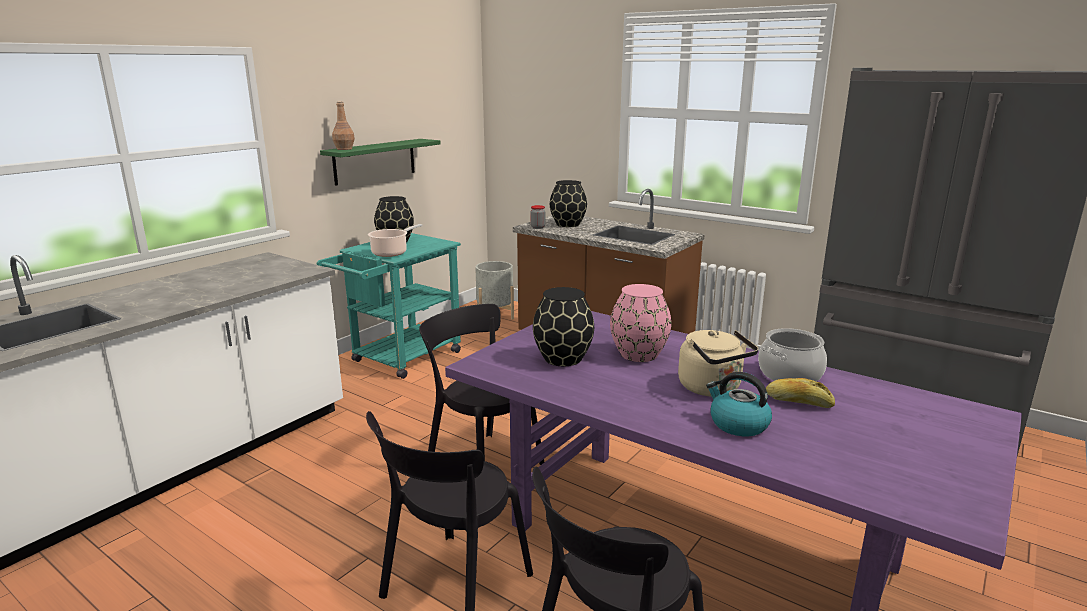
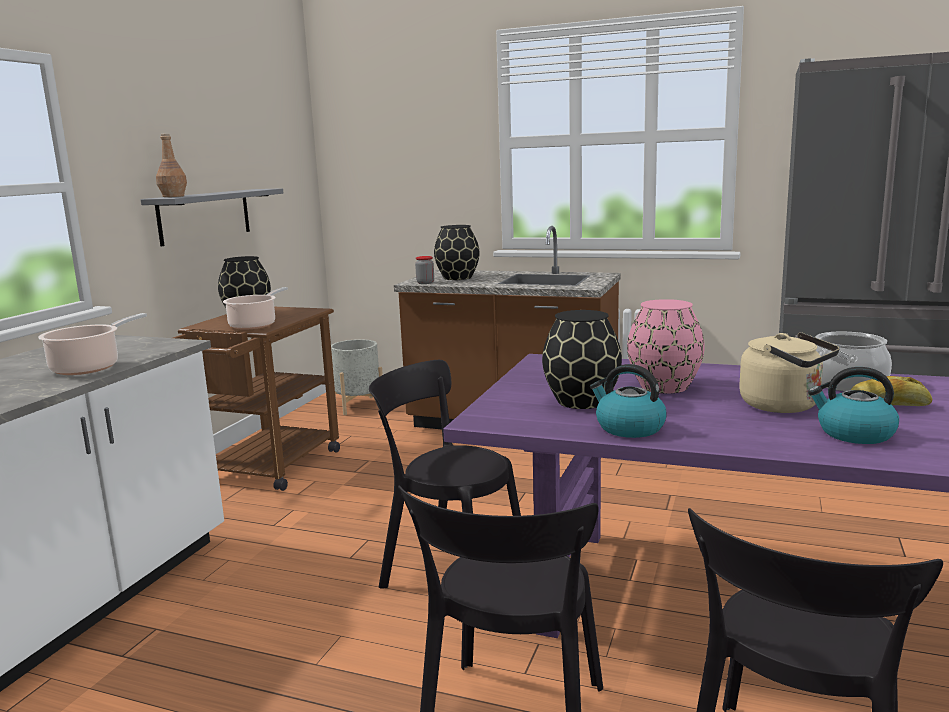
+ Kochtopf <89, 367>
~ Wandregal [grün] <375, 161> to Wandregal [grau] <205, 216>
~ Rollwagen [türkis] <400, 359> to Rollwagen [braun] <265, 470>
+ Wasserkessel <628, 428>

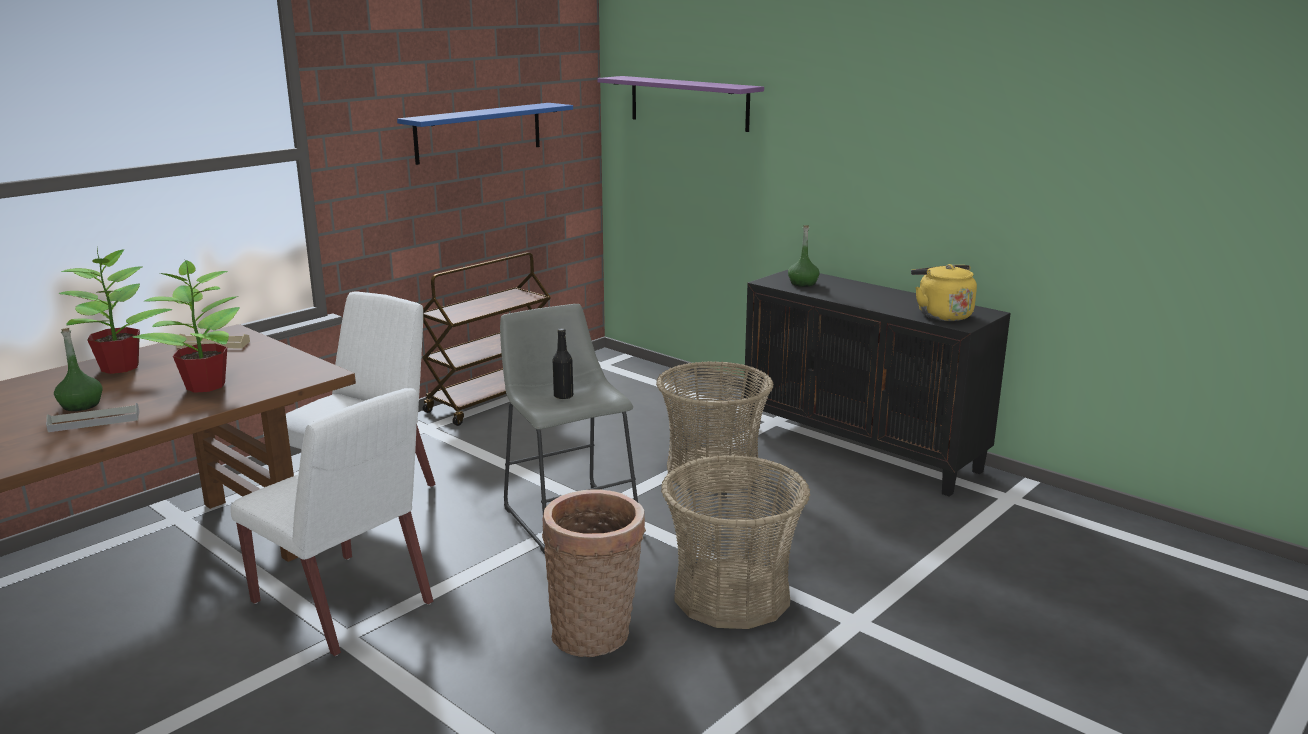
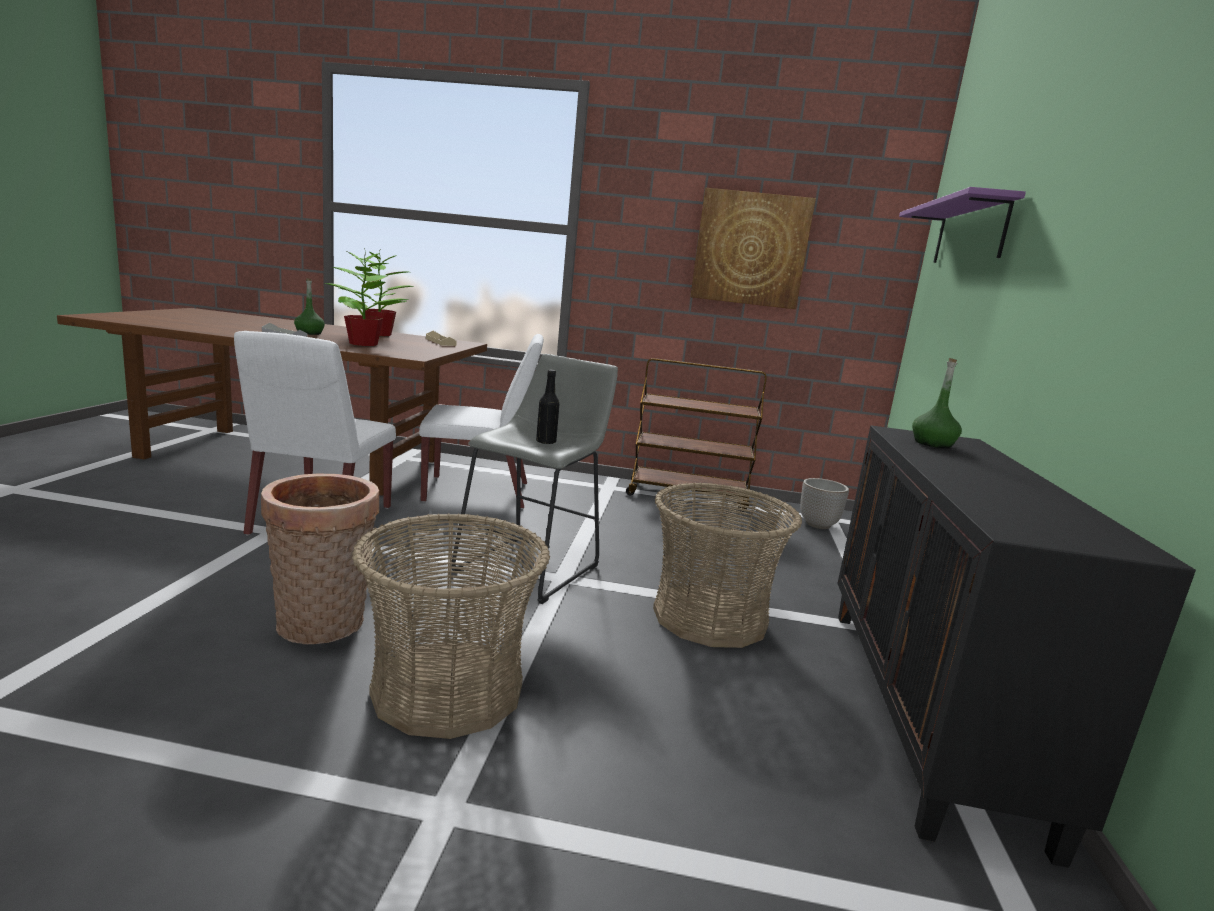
~ Wandregal [blau] <479, 132> to Bild <750, 249>
+ Pflanzkübel <818, 525>
- Wasserkessel [gelb] <941, 315>

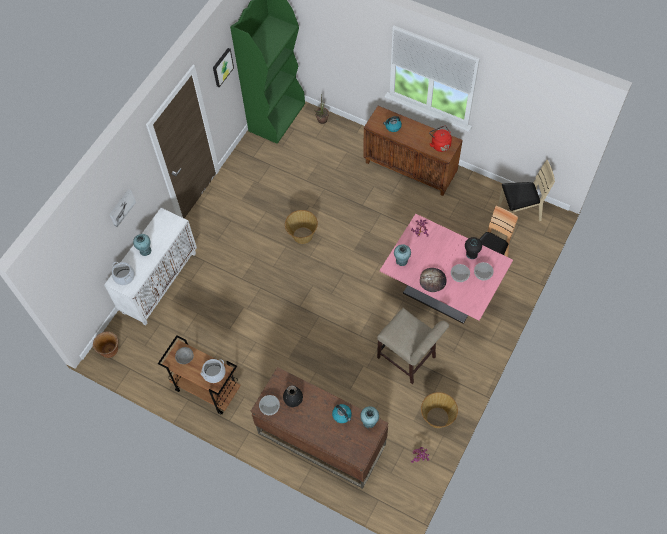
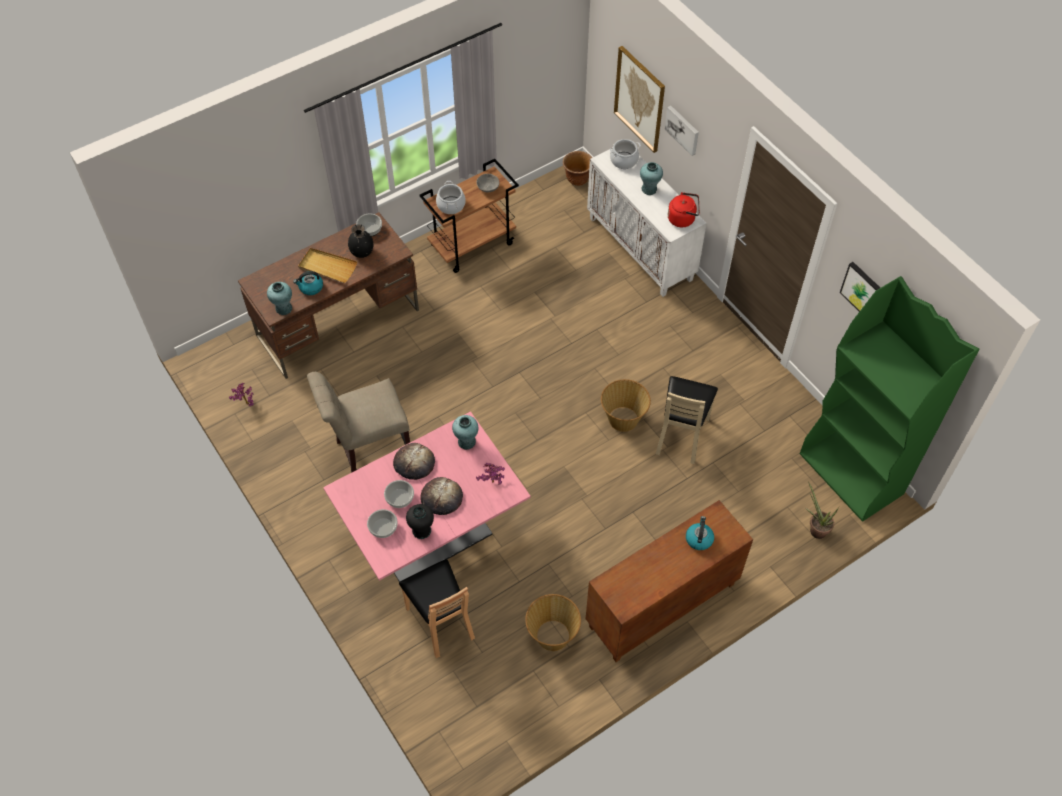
+ Tablett [beige] <327, 267>
+ Brot <441, 497>
~ Korb <437, 418> to <552, 635>
+ Bild <640, 99>
~ Stuhl [beige] <519, 213> to <681, 435>
~ Wasserkessel [rot] <440, 144> to <683, 219>

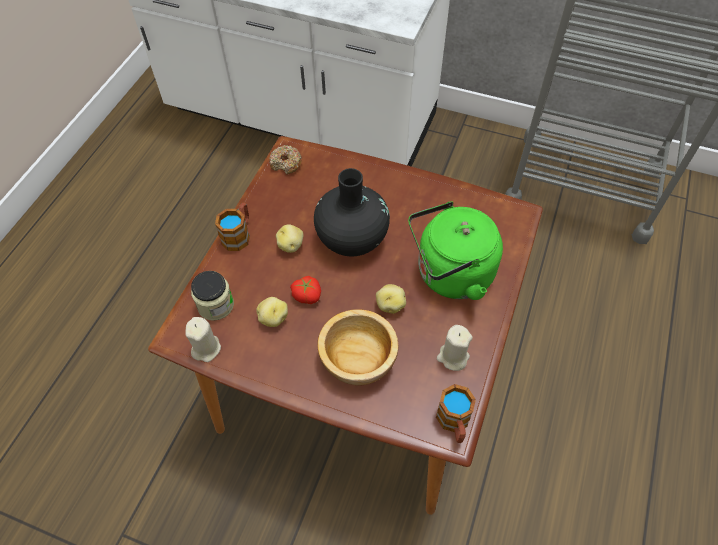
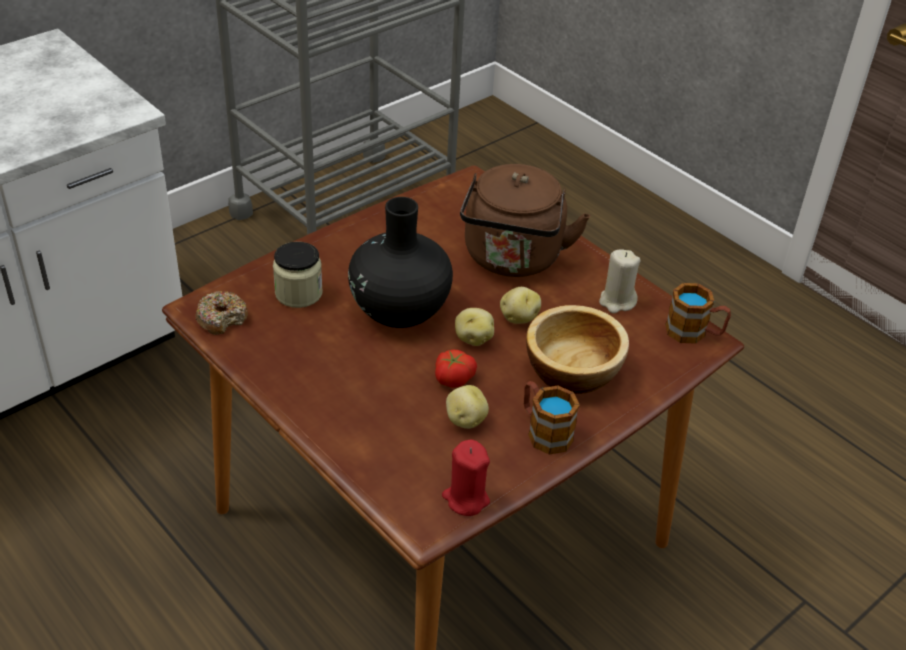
~ Vorratsglas <216, 305> to <298, 293>
~ Kerze [beige] <206, 348> to Kerze [rot] <466, 499>
~ Kartoffel <291, 245> to <473, 338>
~ Wasserkessel [grün] <450, 275> to Wasserkessel [braun] <512, 259>
~ Henkelbecher <239, 235> to <544, 431>

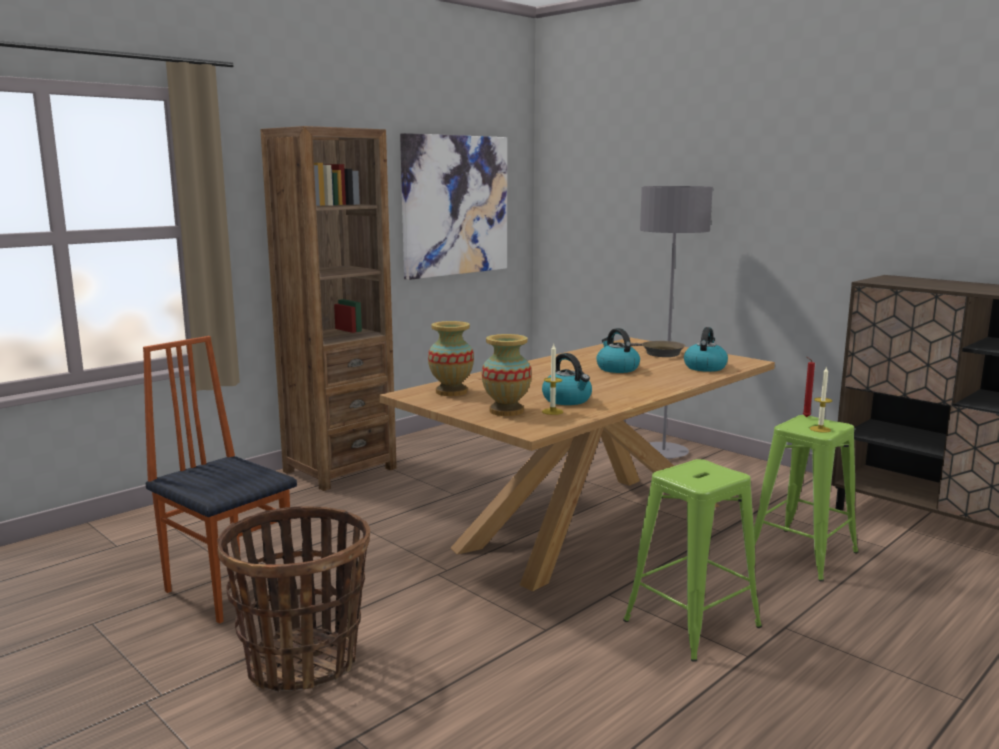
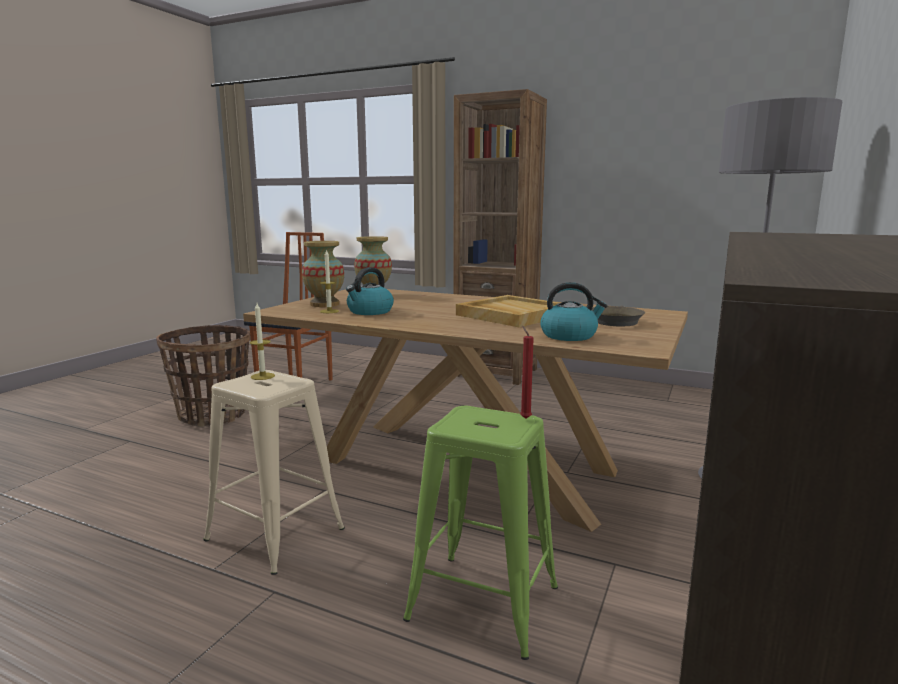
~ Hocker [grün] <693, 623> to Hocker [beige] <275, 534>
~ Kerze <820, 429> to <262, 376>
~ Wasserkessel <617, 368> to Tablett [beige] <511, 315>
- Bild <455, 205>

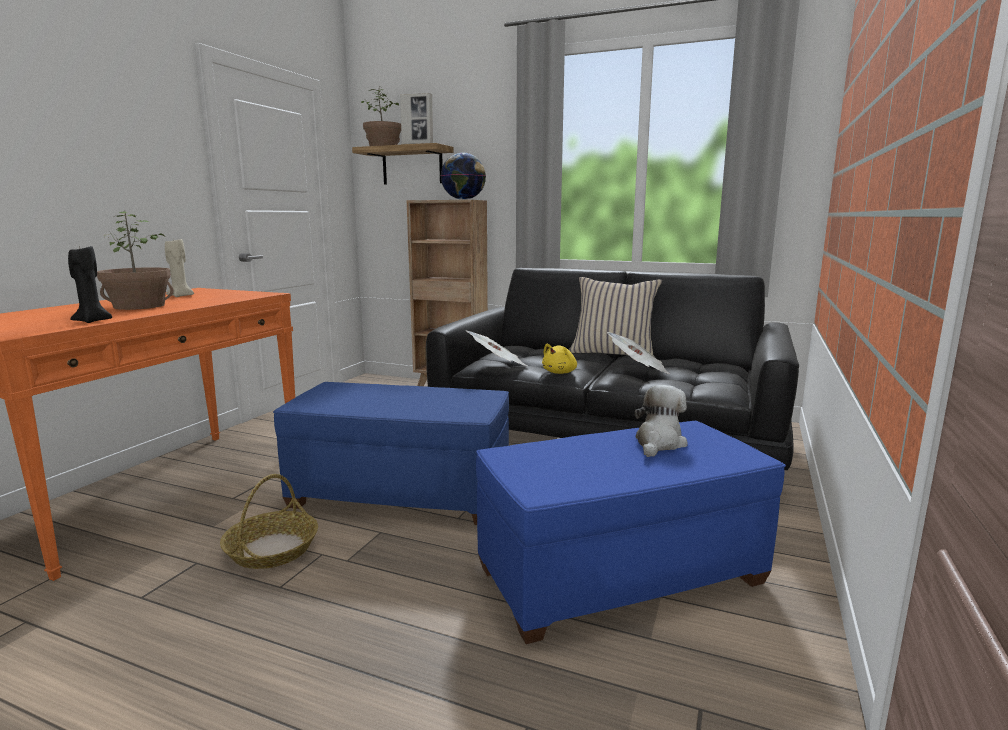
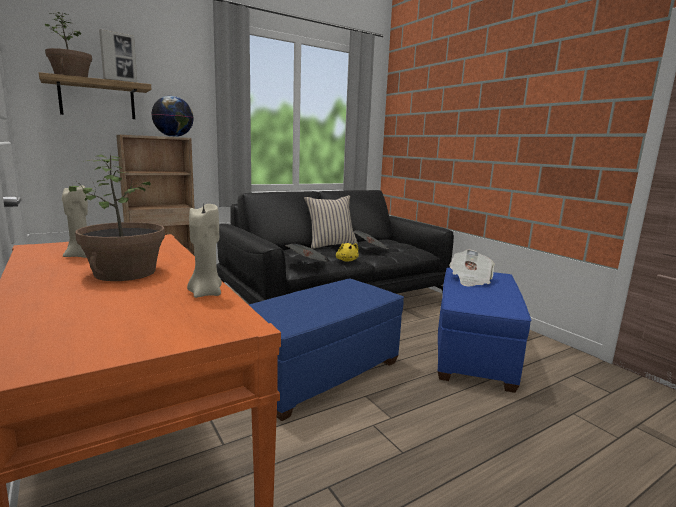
~ Kerze [schwarz] <92, 321> to Kerze [beige] <205, 293>
~ Plüschtier <658, 443> to Zeitung <470, 280>
- Korb <272, 549>

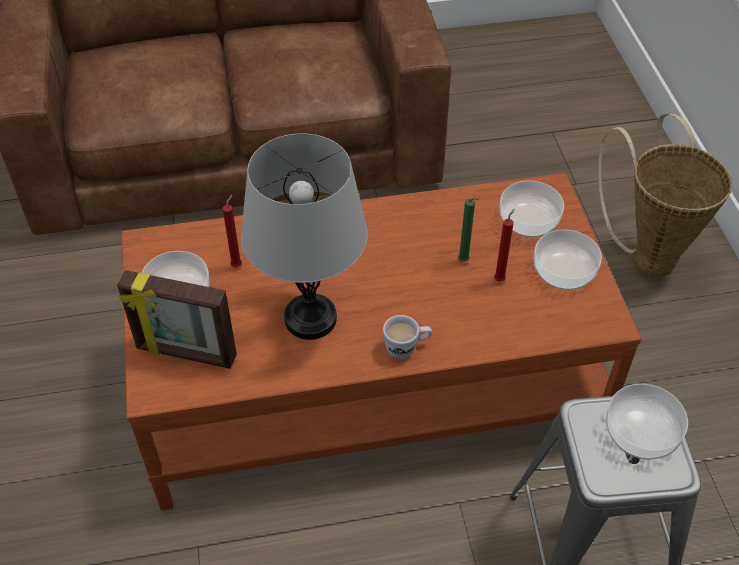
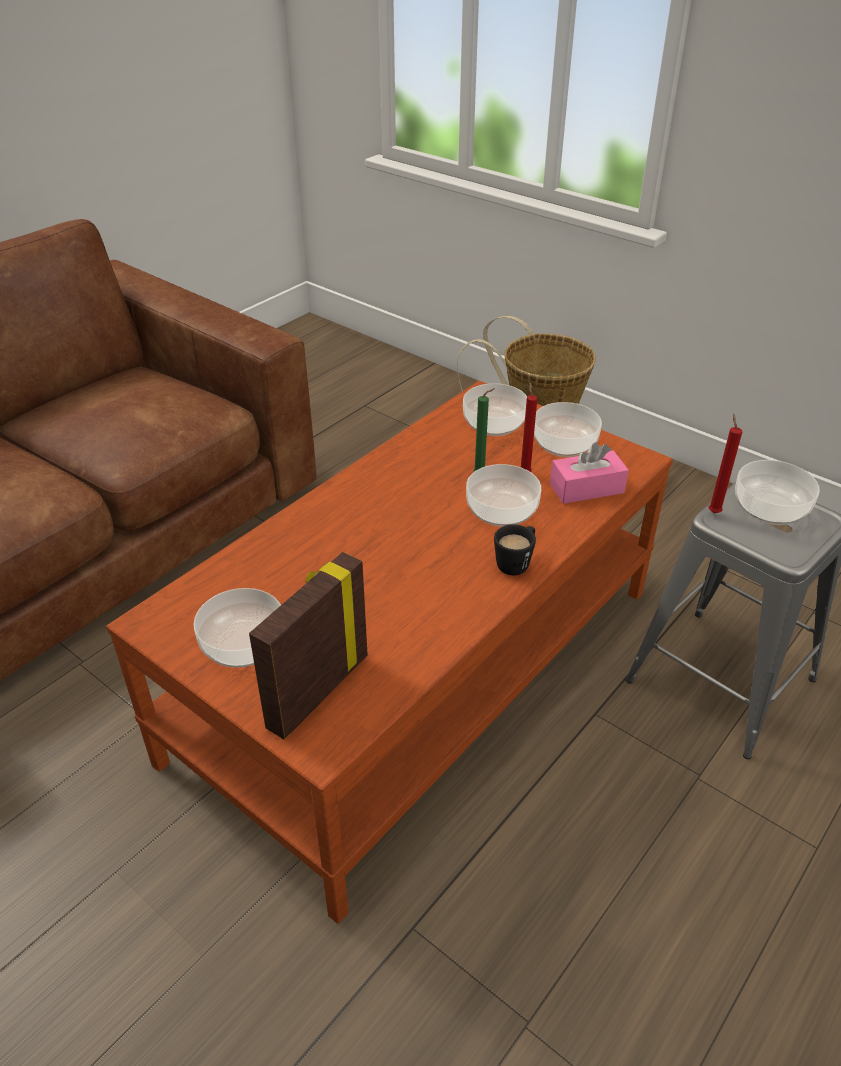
~ Bilderrahmen <186, 354> = <316, 691> 150 degrees clockwise
+ Schüssel <502, 510>
~ Henkelbecher [weiß] <407, 348> to Henkelbecher [schwarz] <516, 562>
+ Taschentuchbox [rosa] <586, 488>
~ Kerze [rot] <237, 265> to <713, 511>
- Tischlampe [grau] <310, 318>

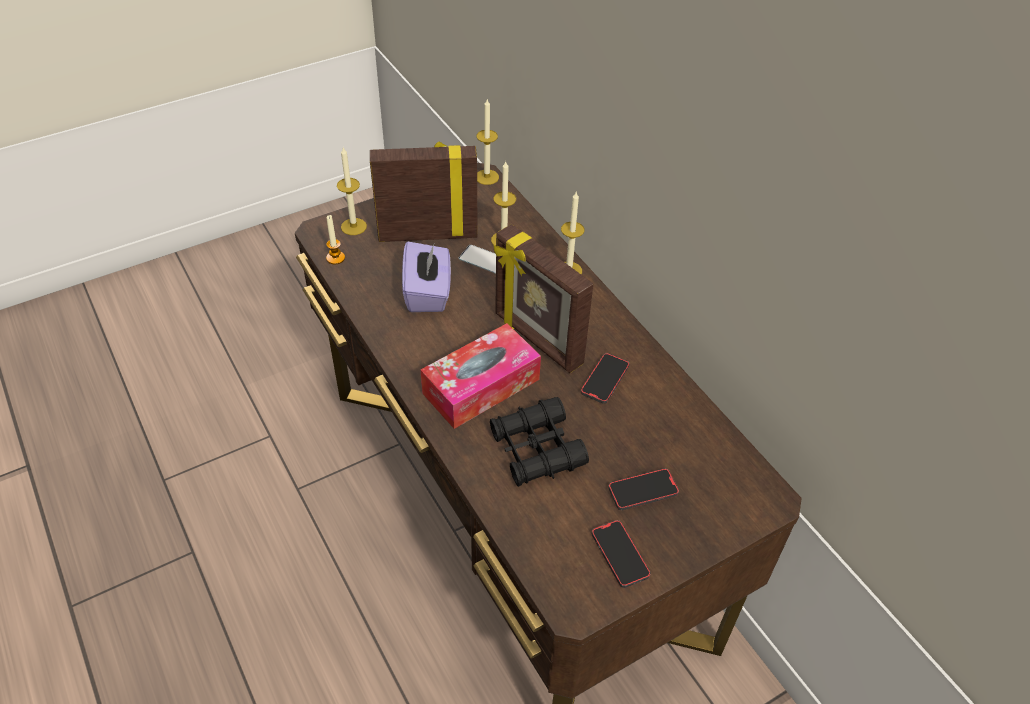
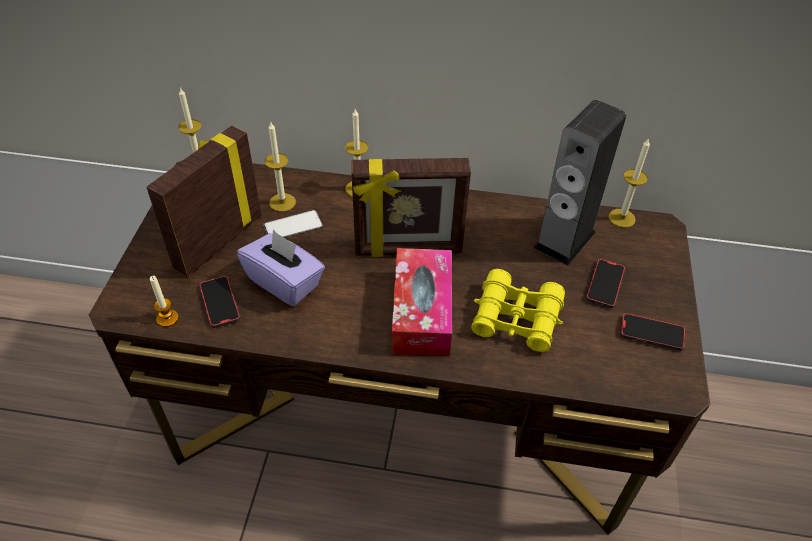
~ Handy <605, 380> to <220, 303>
~ Fernglas [schwarz] <536, 449> to Fernglas [gelb] <516, 318>
+ Lautsprecher <564, 240>
~ Kerze <353, 226> to <621, 218>

